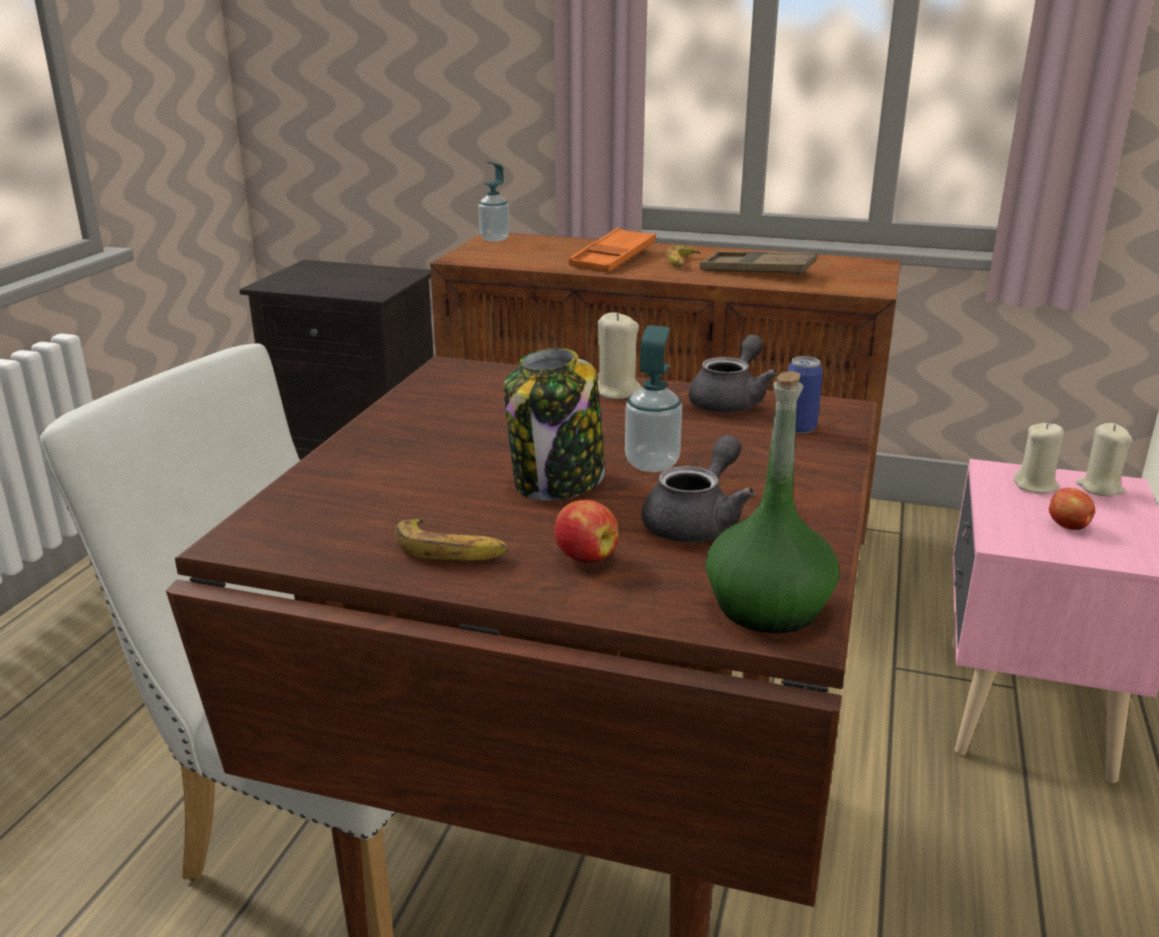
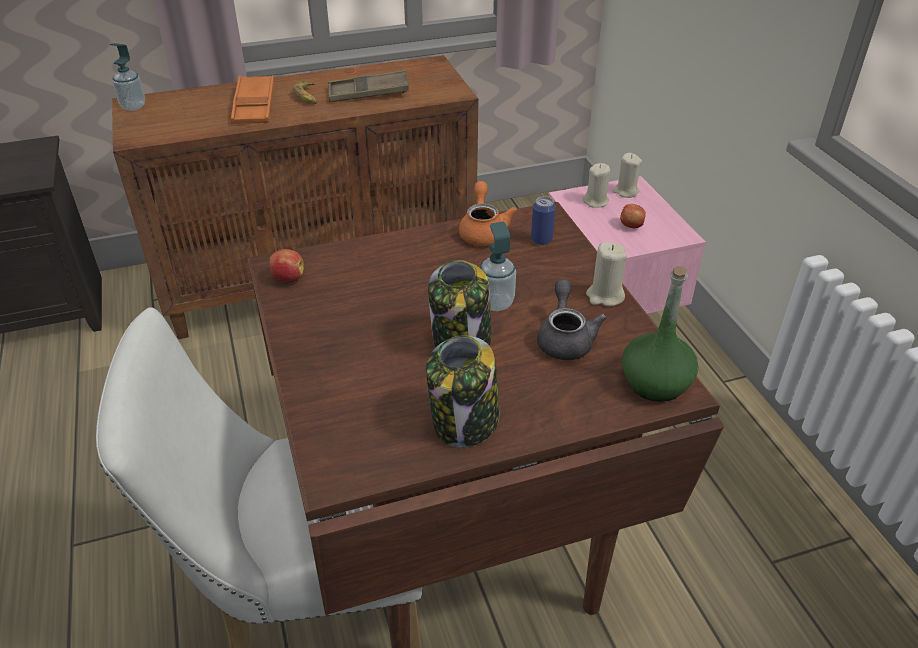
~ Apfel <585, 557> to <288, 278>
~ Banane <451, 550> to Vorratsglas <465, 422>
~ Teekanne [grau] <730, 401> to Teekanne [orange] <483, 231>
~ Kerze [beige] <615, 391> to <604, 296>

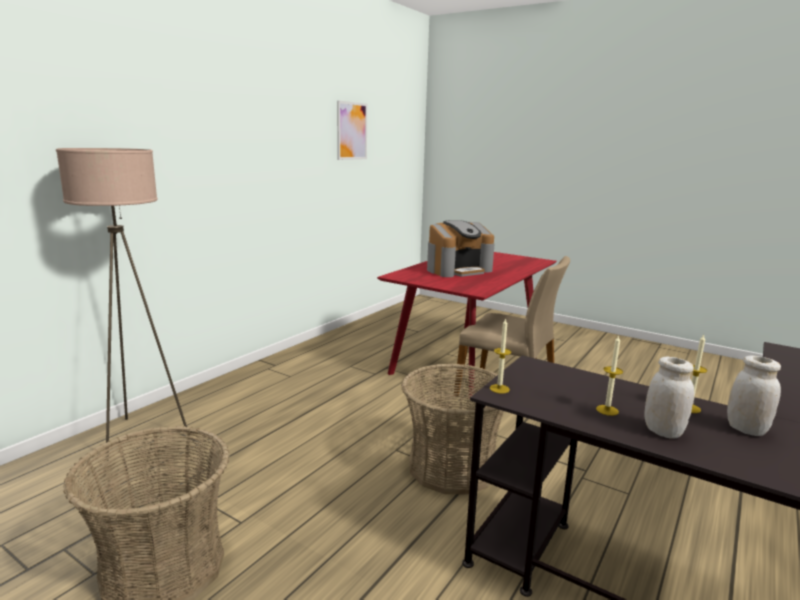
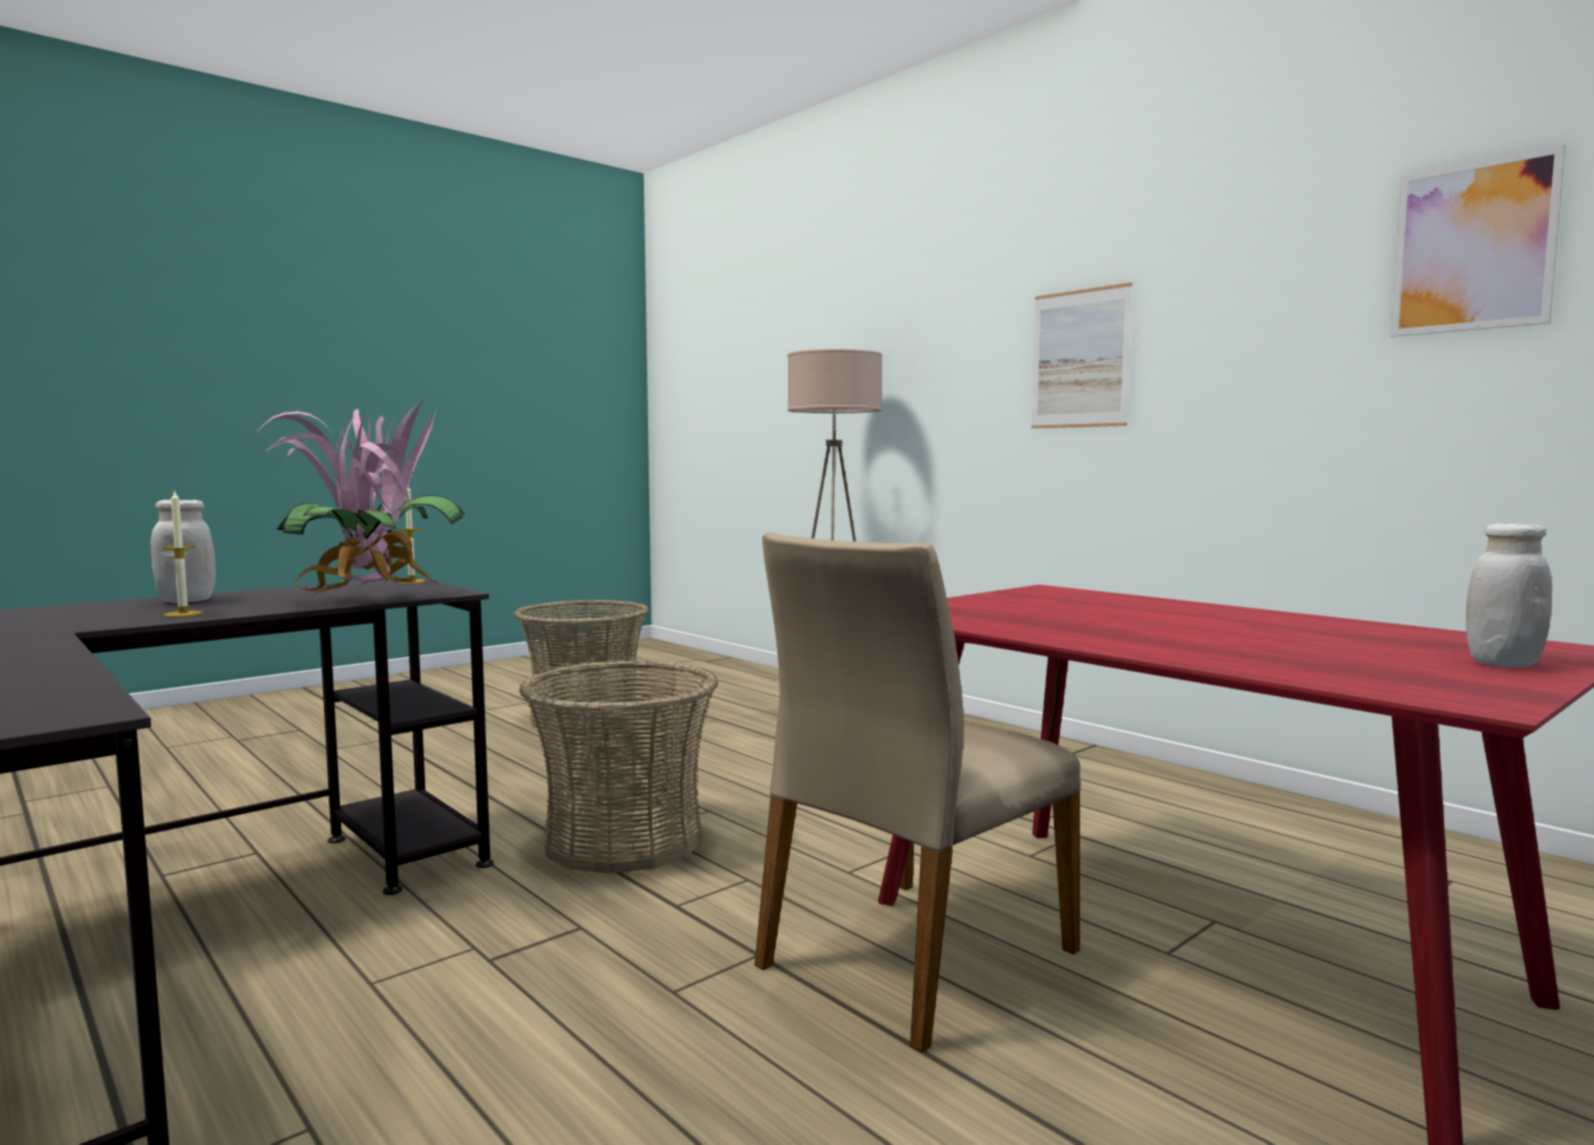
+ Topfpflanze <371, 603>
+ Bild <1080, 359>
~ Vorratsglas [weiß] <746, 429> to <1503, 663>
- Kaffeemaschine <458, 270>
- Kerze <607, 410>

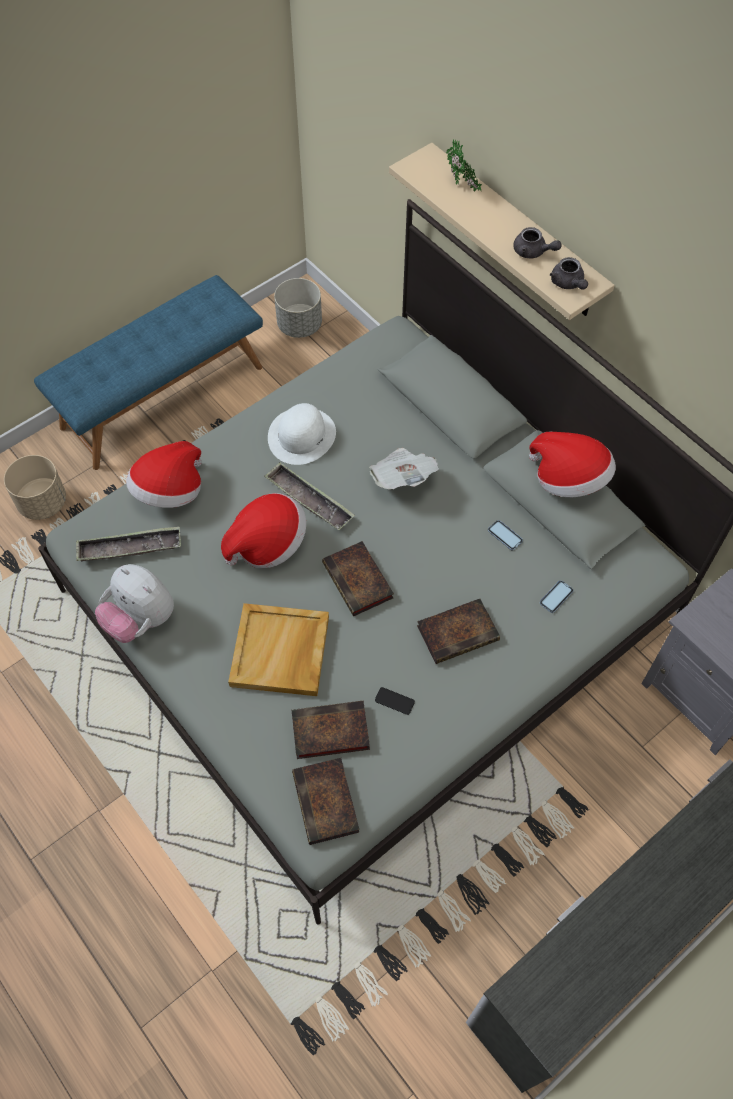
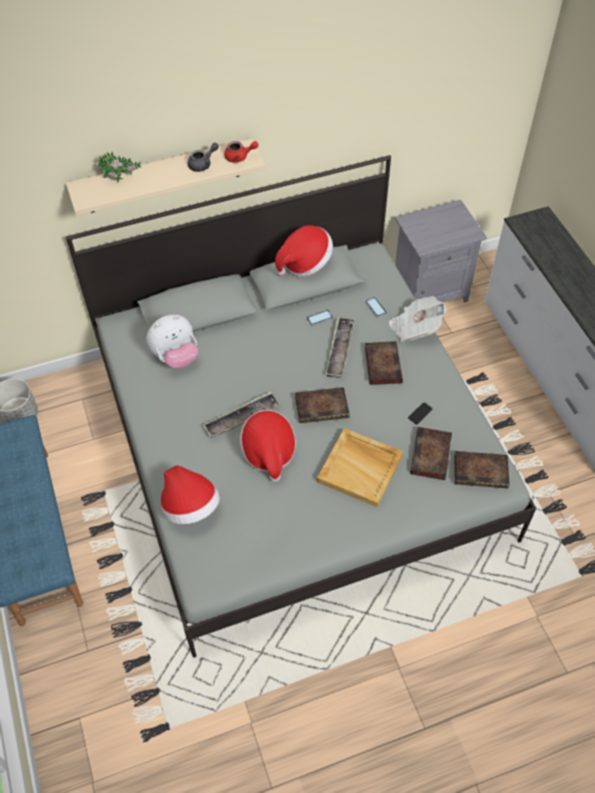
~ Plüschtier <140, 619> to <176, 357>
~ Teekanne [grau] <568, 284> to Teekanne [rot] <239, 157>
~ Tablett <130, 548> to <339, 350>
~ Zeitung <402, 478> to <415, 328>
- Pflanzkübel [beige] <42, 502>
- Hut [weiß] <302, 435>

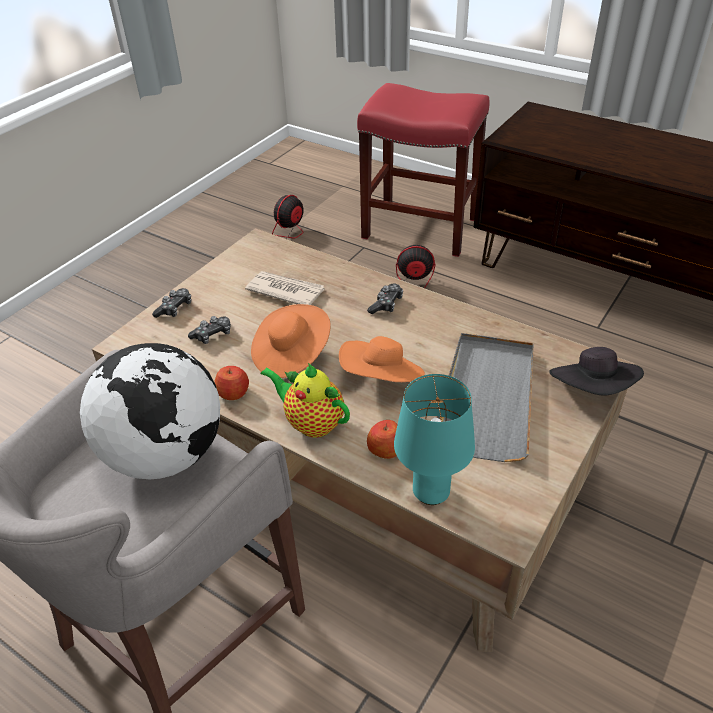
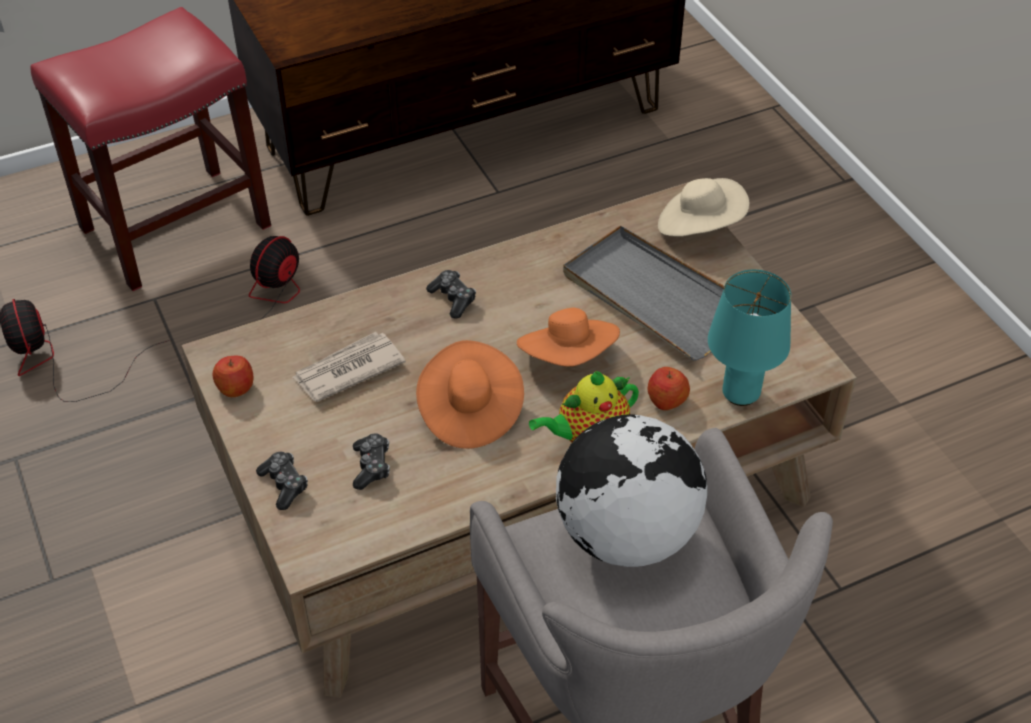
~ Apfel <233, 393> to <235, 387>
~ Hut [schwarz] <592, 390> to Hut [beige] <699, 226>

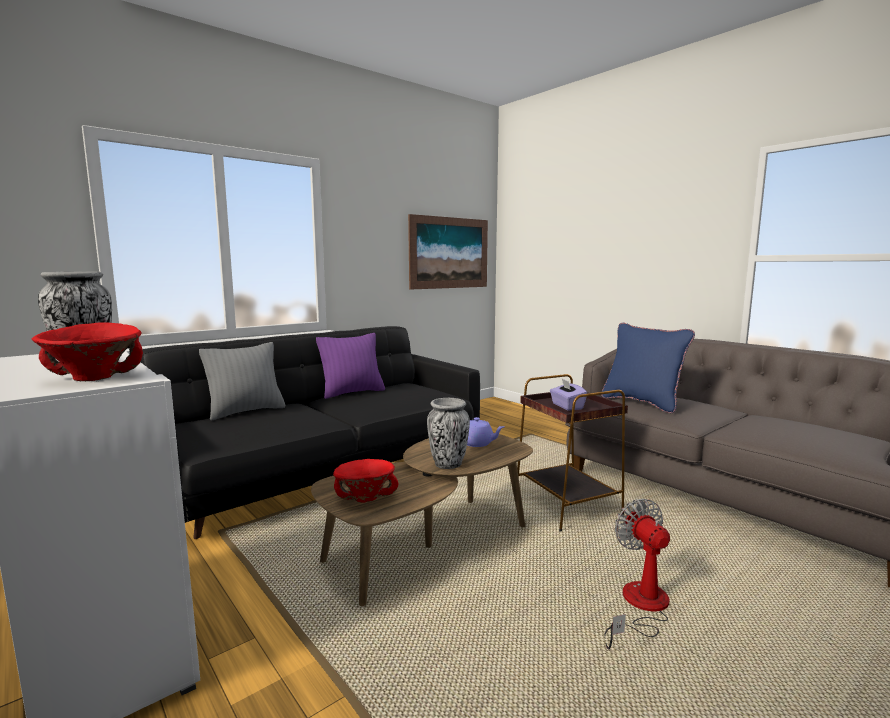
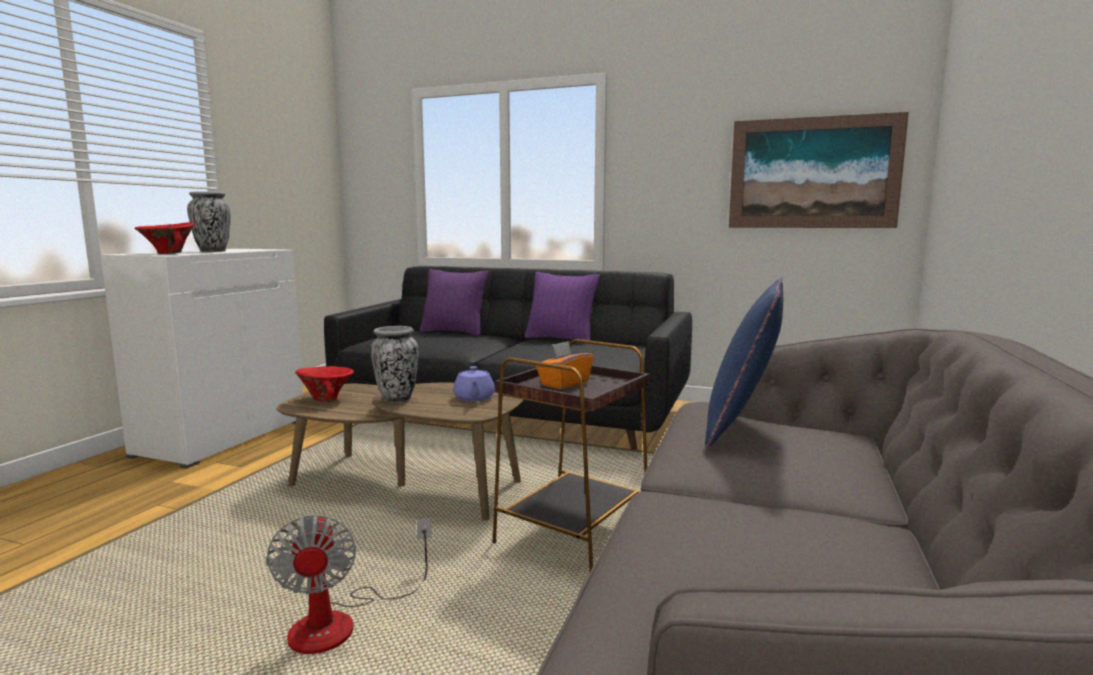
~ Ventilator <640, 607> = <342, 622> 120 degrees clockwise
~ Kissen [grau] <246, 411> to Kissen [lila] <454, 332>
~ Taschentuchbox [lila] <567, 406> to Taschentuchbox [orange] <564, 383>

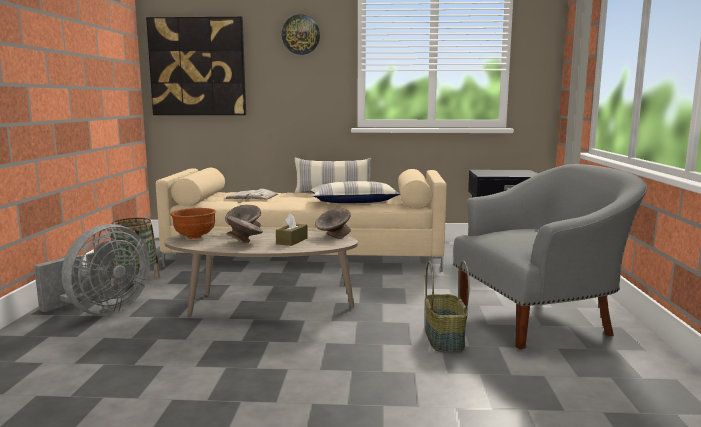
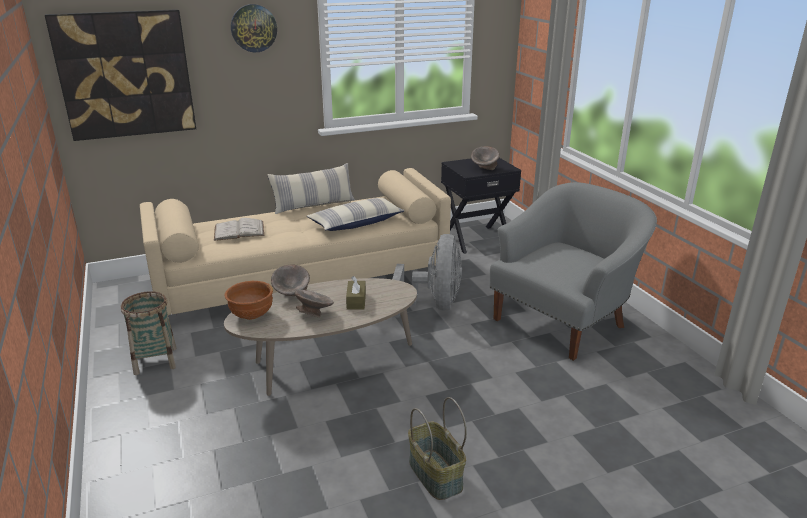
~ Ventilator [grau] <101, 311> to <434, 306>
~ Korb <443, 338> to <434, 474>
~ Schüssel [grau] <333, 236> to <484, 168>

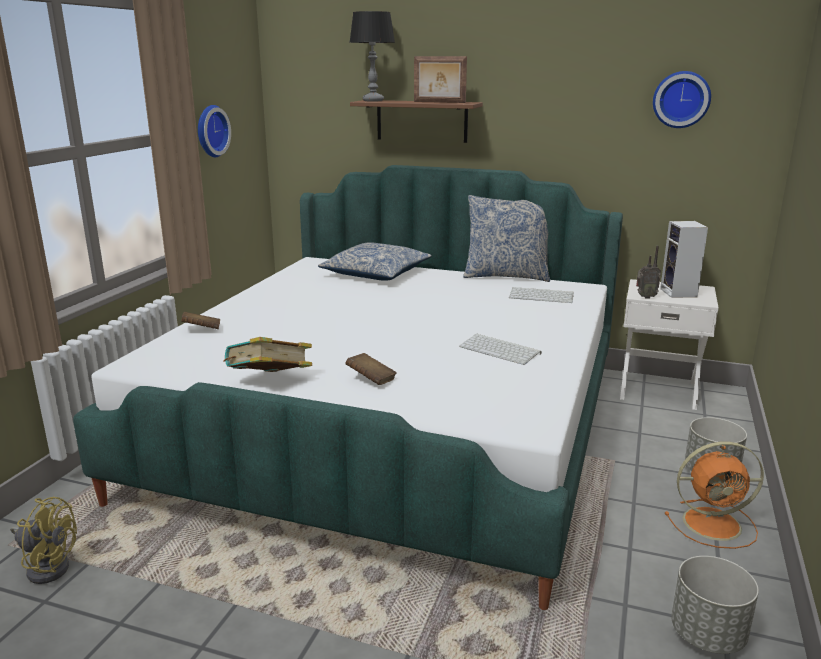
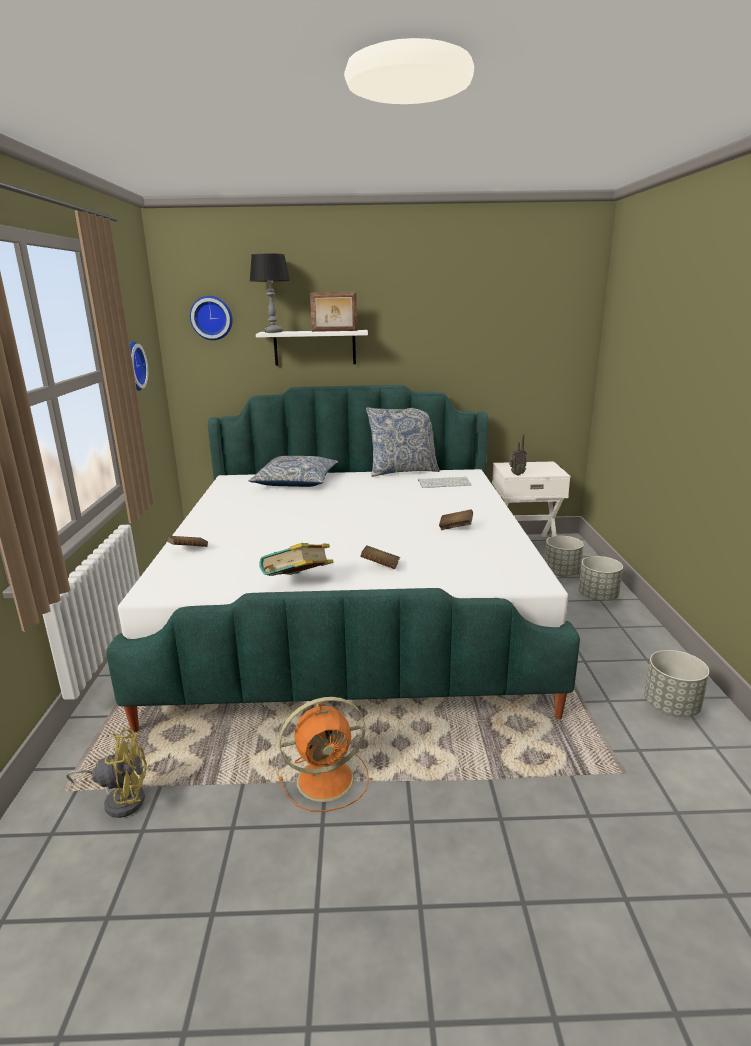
~ Wanduhr <681, 99> to <212, 318>
~ Wandregal [braun] <421, 121> to Wandregal [weiß] <315, 348>
~ Ventilator [orange] <714, 523> to <328, 778>
~ Tastatur <501, 350> to Buch [braun] <455, 528>
+ Pflanzkübel [grau] <561, 573>
- Lautsprecher <679, 293>

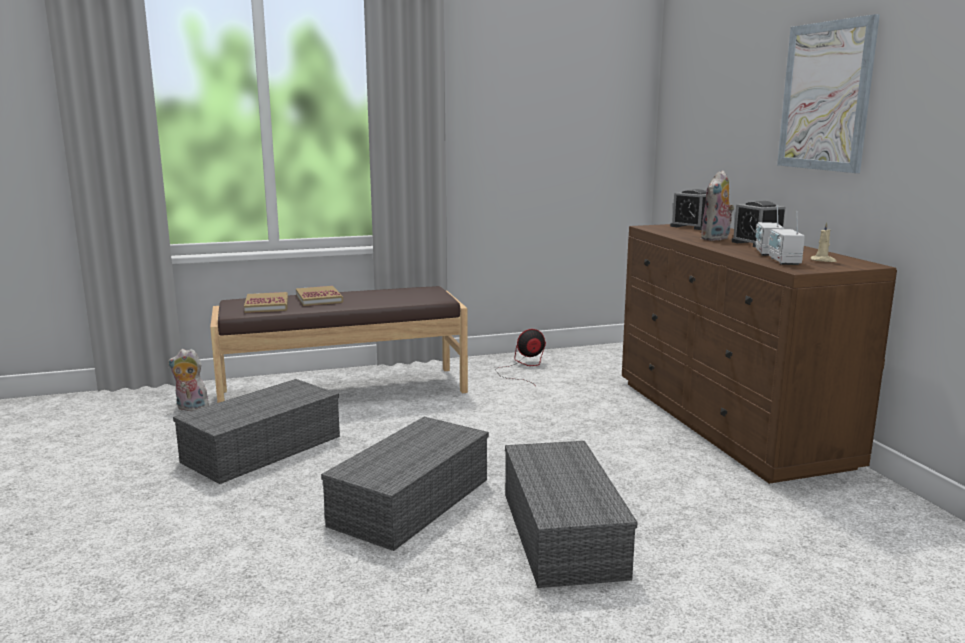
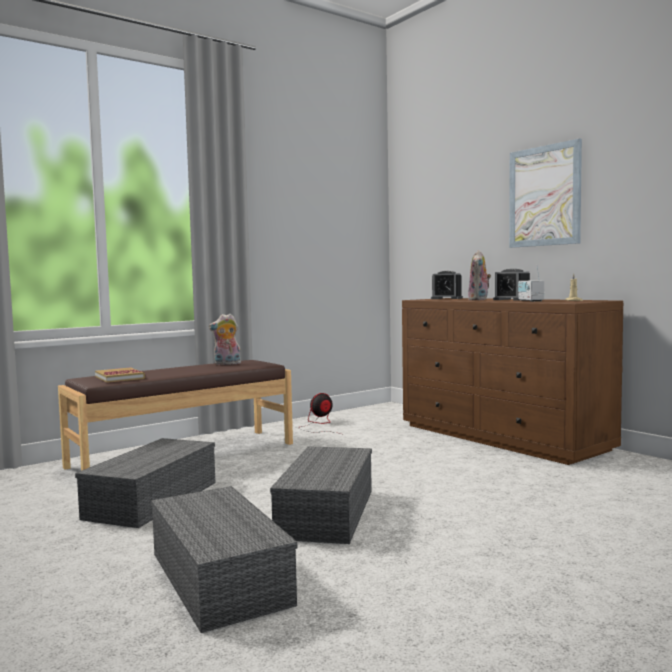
~ Aufbewahrungsbox [grau] <559, 532> to <216, 577>
~ Plüschtier <190, 408> to <226, 364>
- Buch <319, 298>
- Radio <784, 261>

